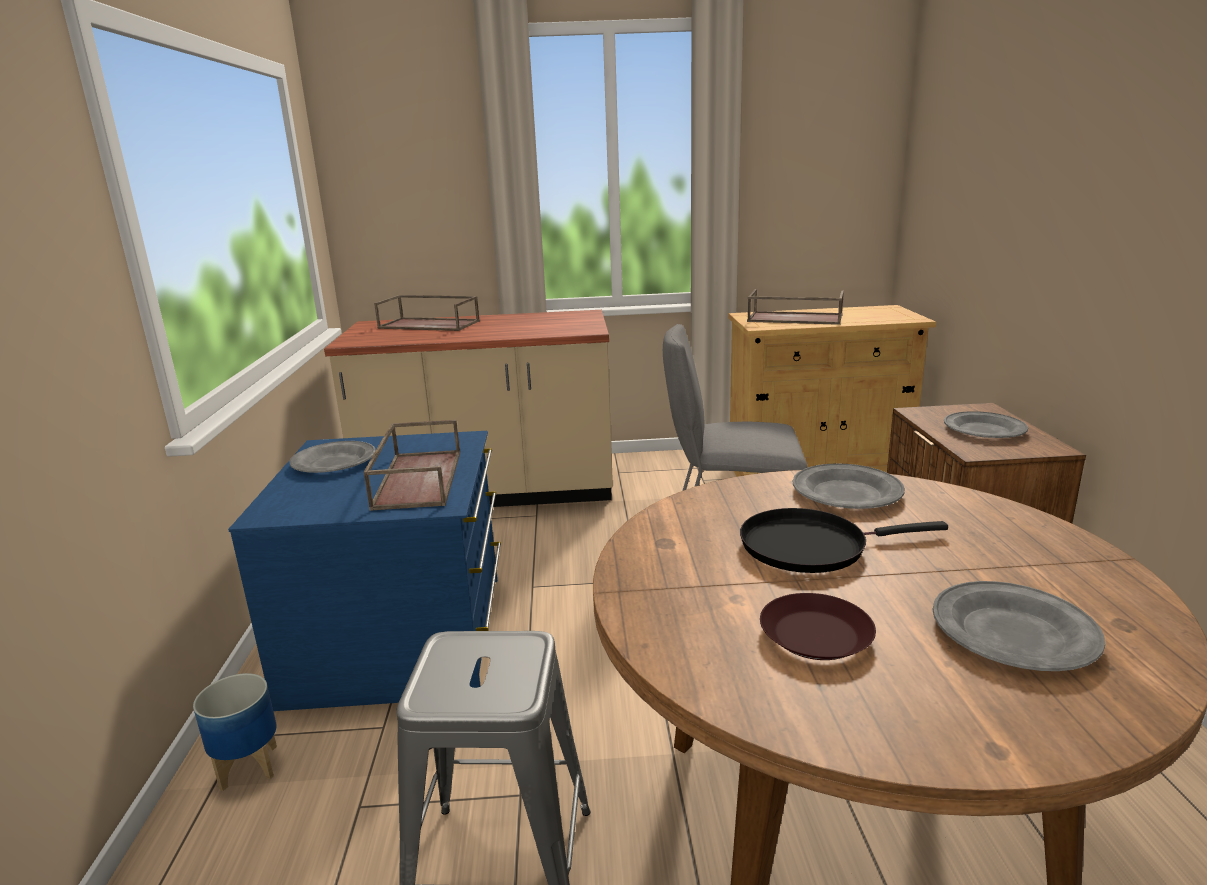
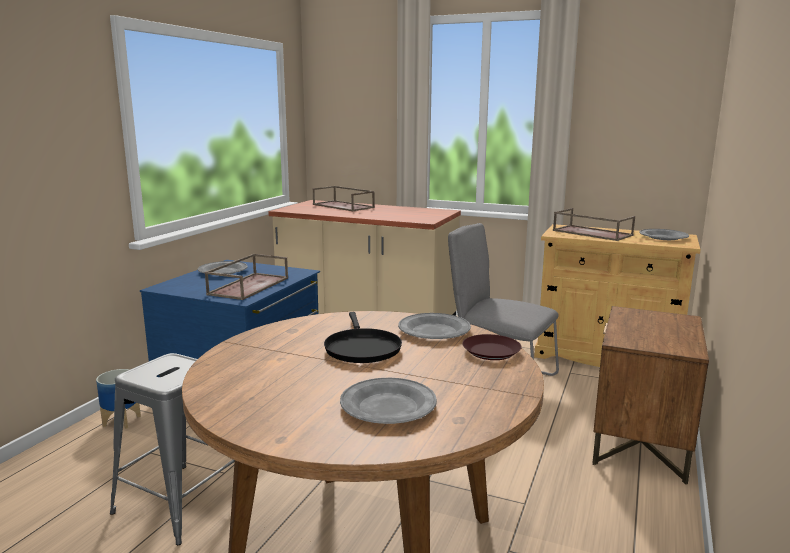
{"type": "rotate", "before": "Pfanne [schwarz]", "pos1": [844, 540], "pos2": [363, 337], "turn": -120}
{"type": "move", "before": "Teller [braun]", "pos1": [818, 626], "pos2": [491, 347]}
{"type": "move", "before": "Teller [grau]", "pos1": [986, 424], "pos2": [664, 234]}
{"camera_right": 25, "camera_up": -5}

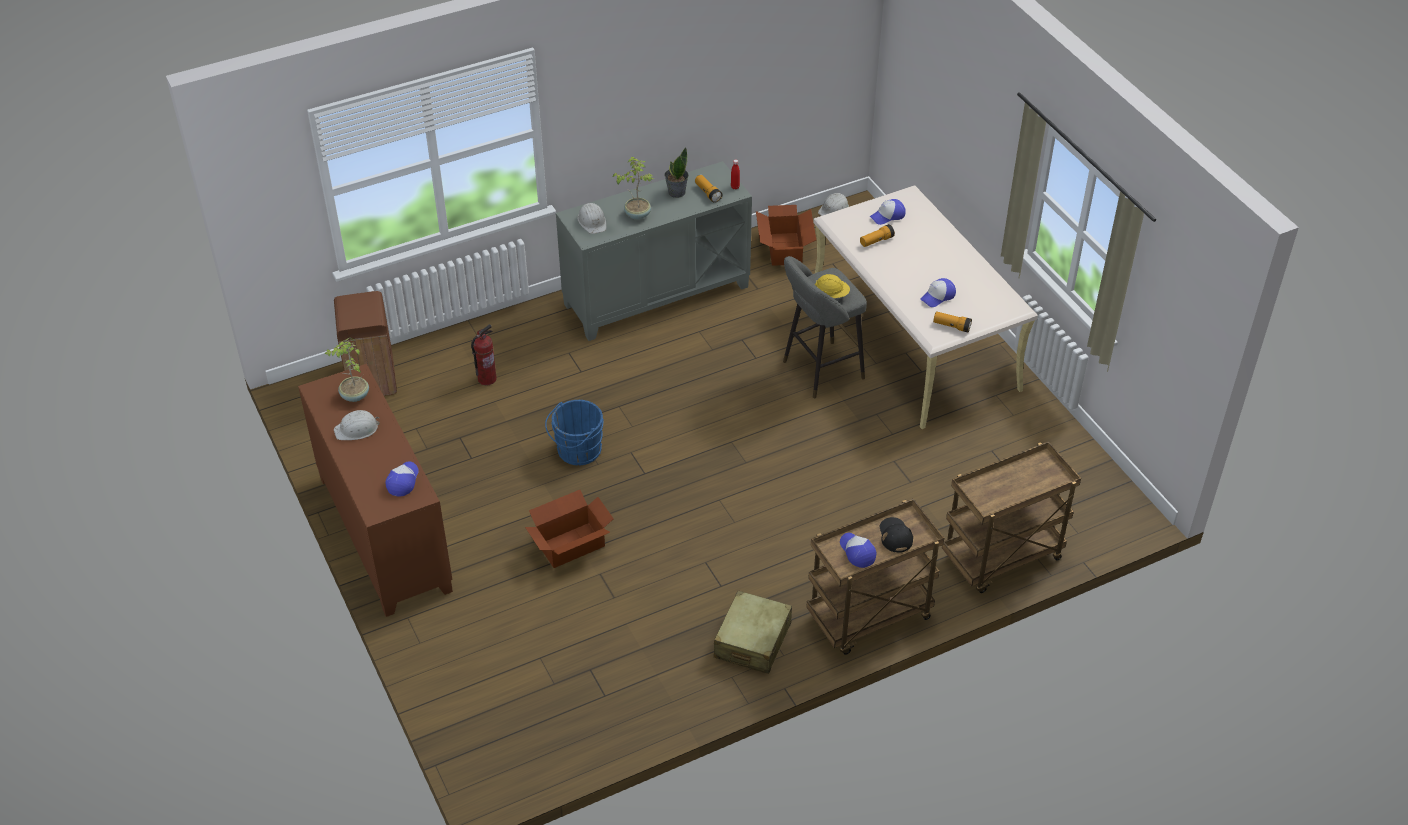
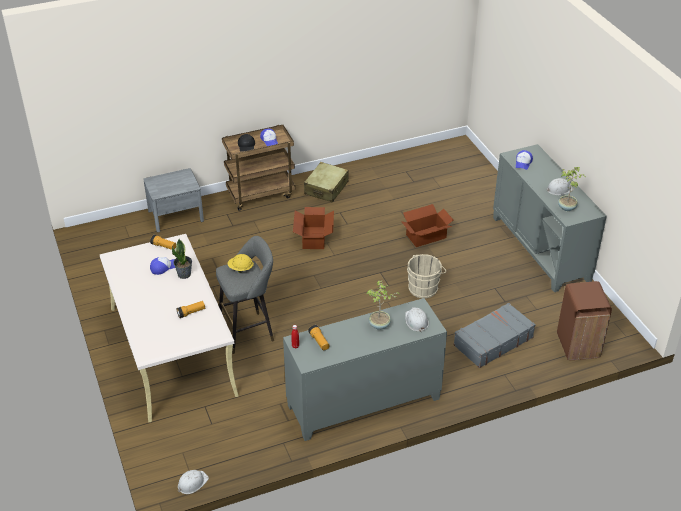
{"type": "recolor", "before": "Schrank [braun]", "after": "Schrank [grau]", "pos1": [375, 490], "pos2": [550, 218]}
{"type": "replace", "before": "Feuerlöscher", "after": "Koffer [grau]", "pos1": [484, 354], "pos2": [495, 335]}
{"type": "recolor", "before": "Eimer [blau]", "after": "Eimer [beige]", "pos1": [574, 432], "pos2": [426, 276]}
{"type": "move", "before": "Topfpflanze", "pos1": [676, 173], "pos2": [182, 259]}
{"type": "move", "before": "Karton", "pos1": [786, 235], "pos2": [313, 228]}
{"type": "delete", "before": "Kappe", "pos1": [888, 212]}
{"type": "replace", "before": "Rollwagen [braun]", "after": "Nachttisch [grau]", "pos1": [1011, 517], "pos2": [173, 200]}
{"camera_right": -175, "camera_up": -5}

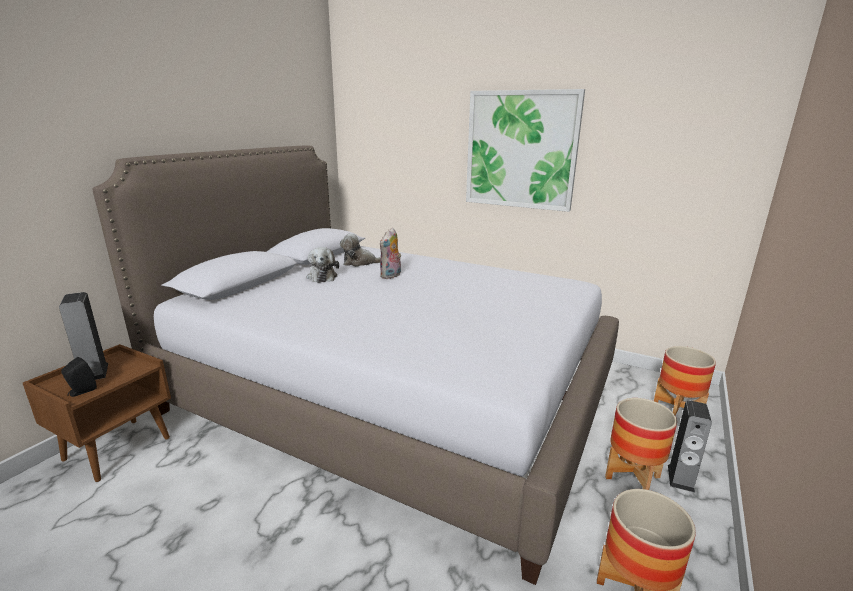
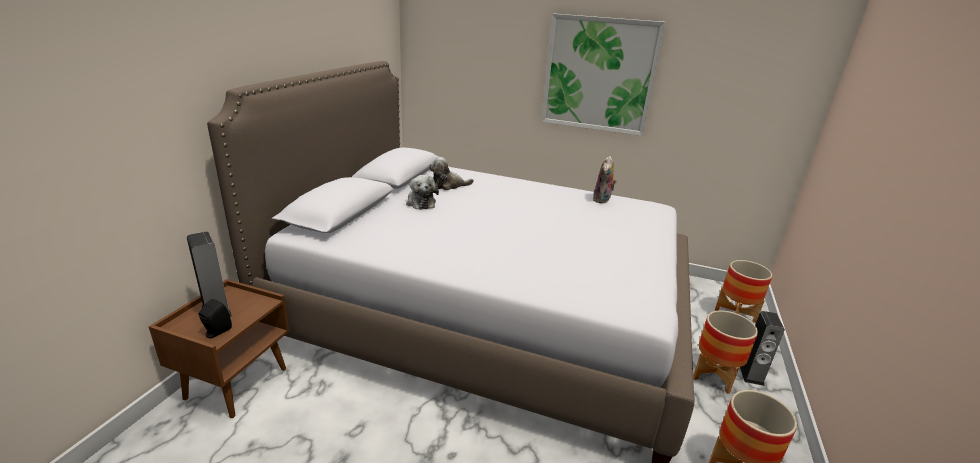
{"type": "move", "before": "Plüschtier", "pos1": [390, 253], "pos2": [605, 180]}
{"camera_right": -10, "camera_up": 5}

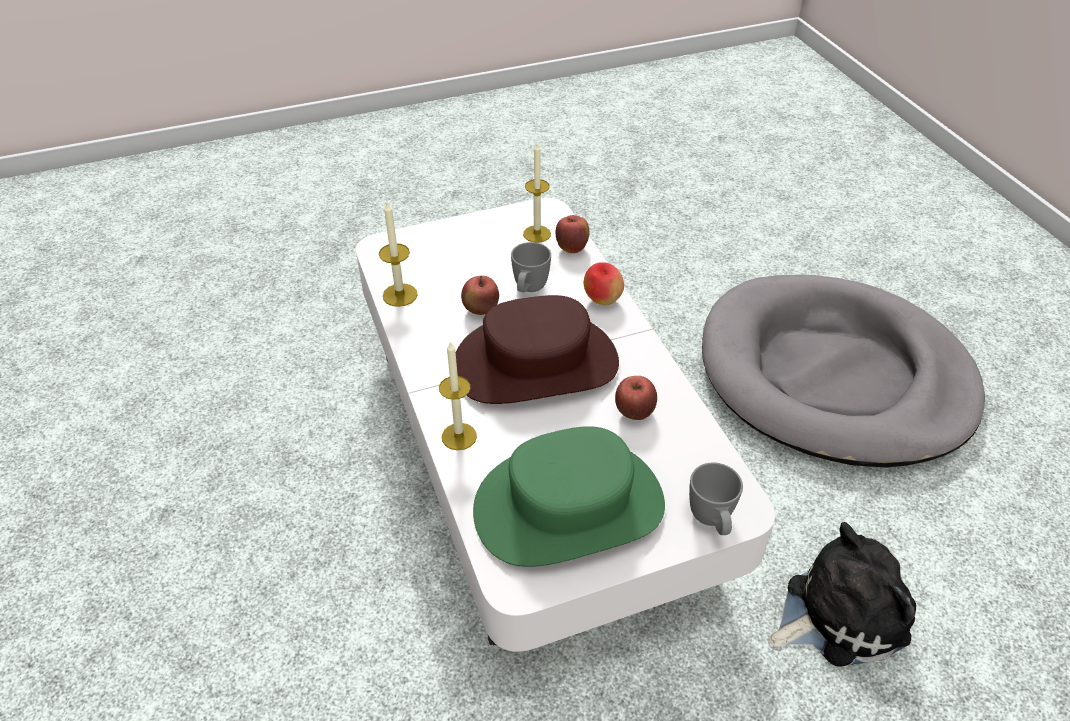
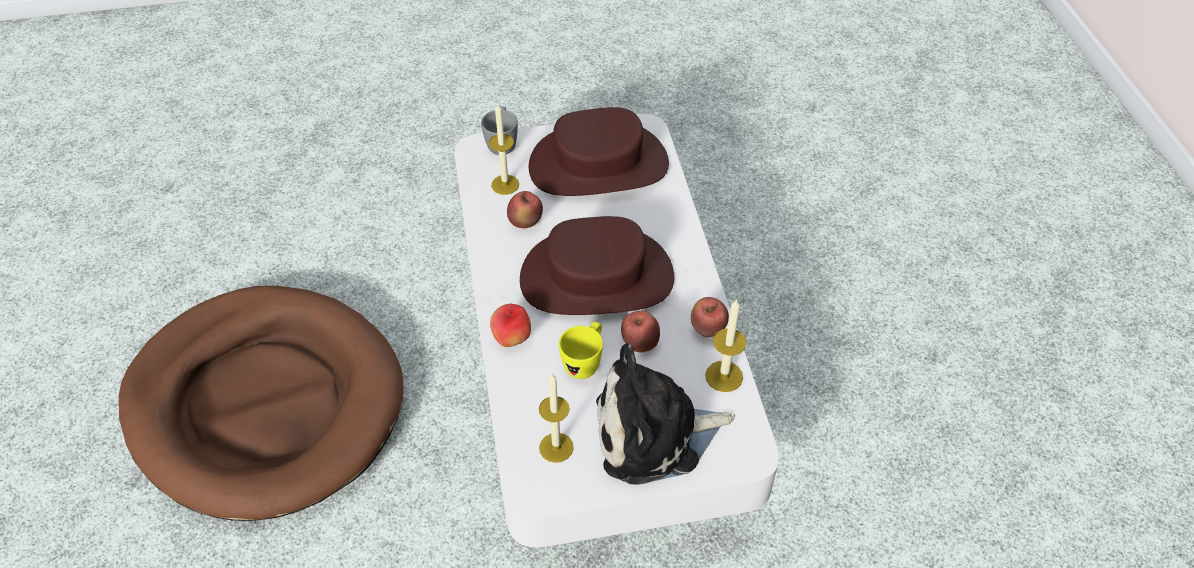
{"type": "move", "before": "Kerze", "pos1": [458, 395], "pos2": [504, 149]}
{"type": "recolor", "before": "Hut [grün]", "after": "Hut [braun]", "pos1": [569, 496], "pos2": [599, 151]}
{"type": "recolor", "before": "Henkelbecher [grau]", "after": "Henkelbecher [gelb]", "pos1": [531, 267], "pos2": [581, 350]}
{"type": "move", "before": "Apfel", "pos1": [572, 234], "pos2": [710, 317]}
{"type": "recolor", "before": "Hundebett [grau]", "after": "Hundebett [braun]", "pos1": [843, 371], "pos2": [261, 403]}
{"type": "move", "before": "Plüschtier", "pos1": [842, 594], "pos2": [665, 413]}
{"camera_right": -170, "camera_up": 5}

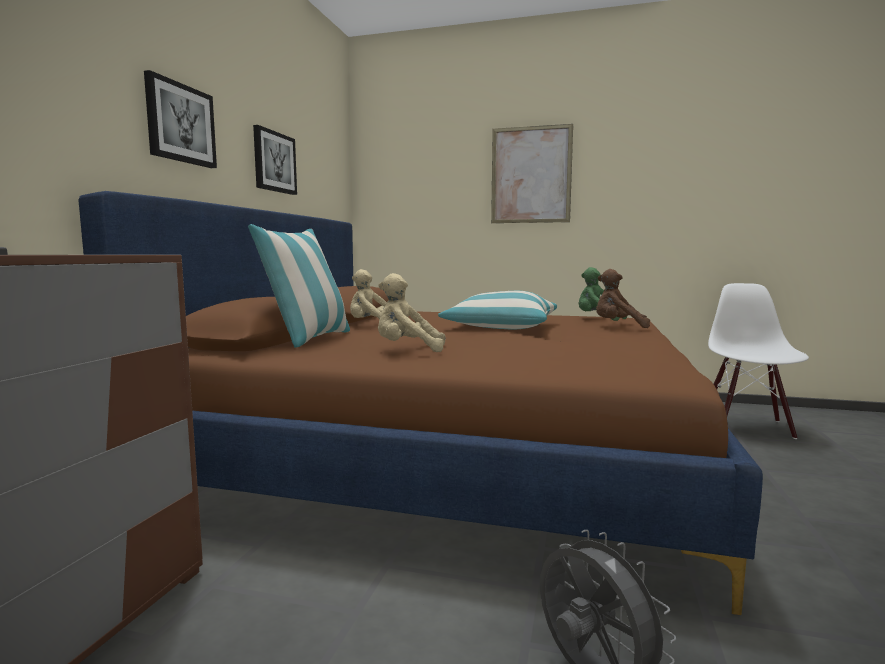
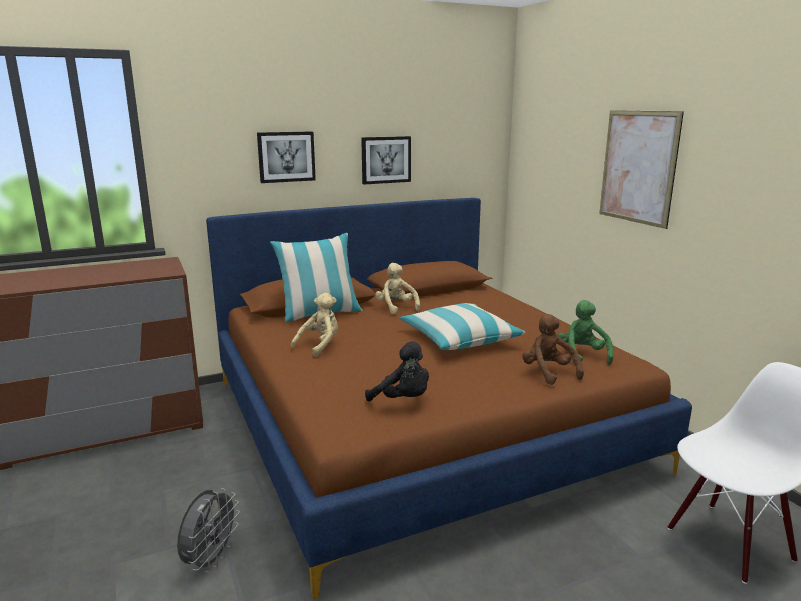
{"type": "rotate", "before": "Plüschtier [beige]", "pos1": [411, 312], "pos2": [314, 325], "turn": 75}
{"type": "insert", "after": "Plüschtier [schwarz]", "pos2": [397, 371]}
{"camera_right": 50, "camera_up": 10}

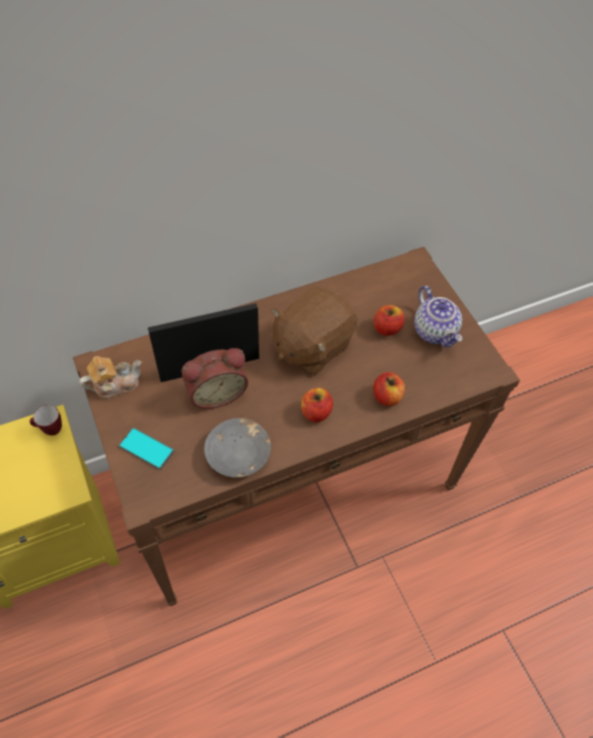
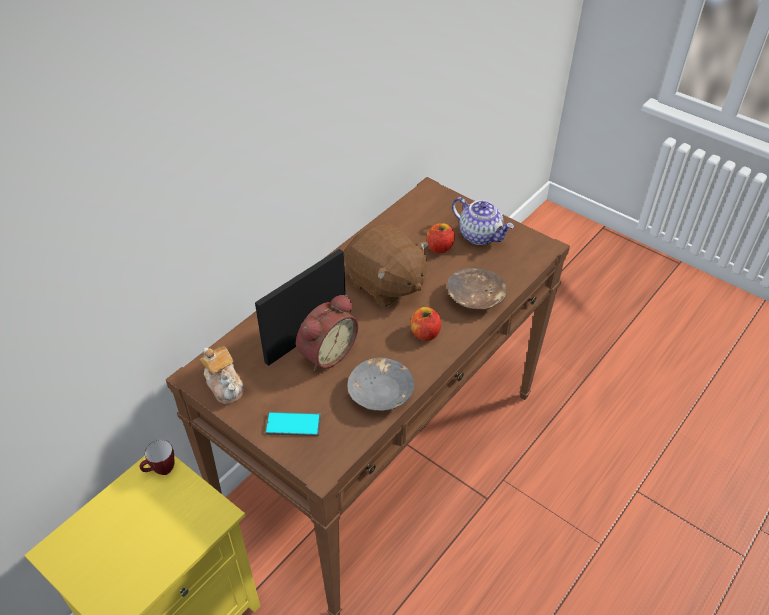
{"type": "rotate", "before": "Teekanne", "pos1": [110, 377], "pos2": [222, 375], "turn": 105}
{"type": "rotate", "before": "Plüschtier [braun]", "pos1": [314, 331], "pos2": [386, 266], "turn": -60}
{"type": "replace", "before": "Apfel", "after": "Schüssel [braun]", "pos1": [389, 389], "pos2": [477, 288]}
{"camera_right": -25, "camera_up": -10}

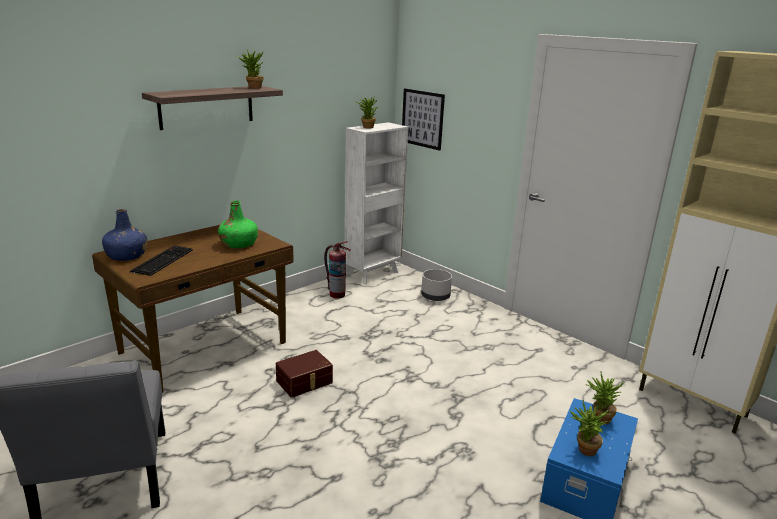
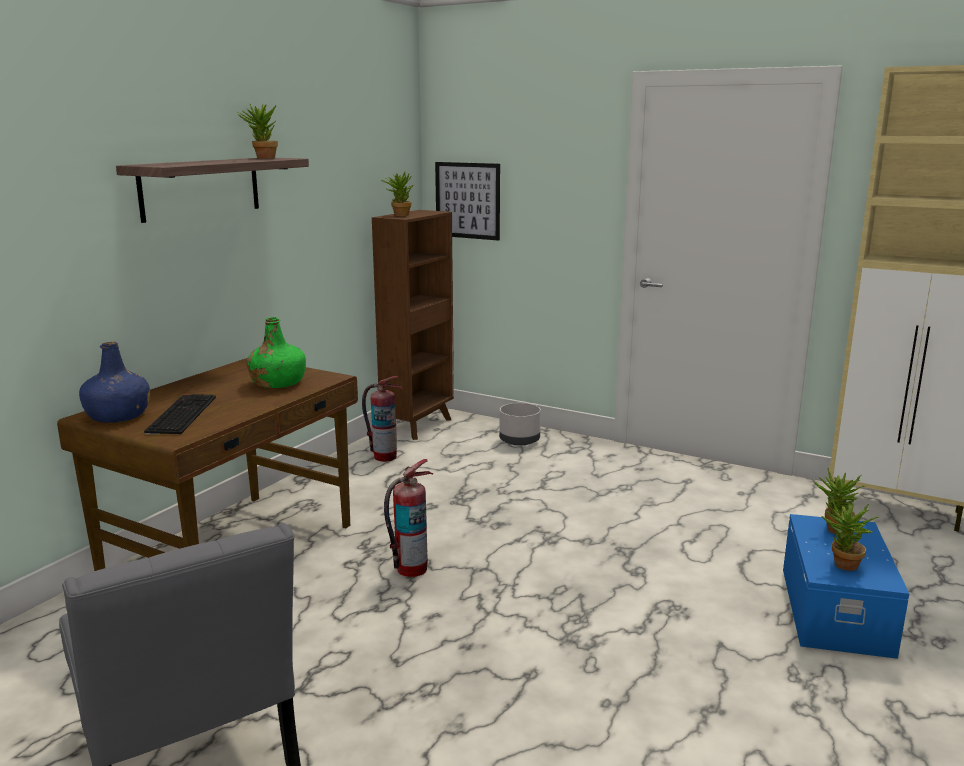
{"type": "replace", "before": "Aufbewahrungsbox [braun]", "after": "Feuerlöscher", "pos1": [304, 374], "pos2": [408, 518]}
{"type": "recolor", "before": "Bücherregal [weiß]", "after": "Bücherregal [braun]", "pos1": [377, 203], "pos2": [413, 325]}
{"camera_right": -15, "camera_up": -5}

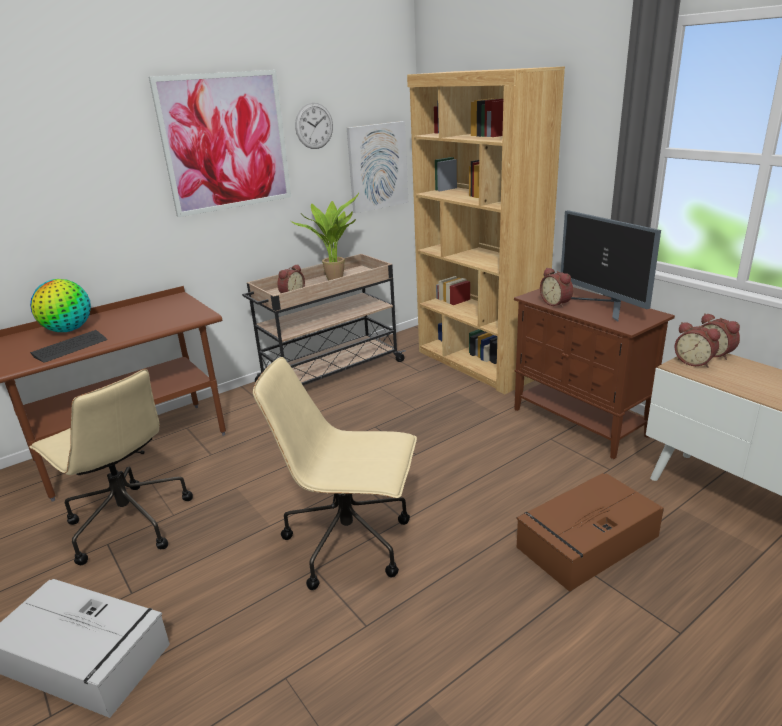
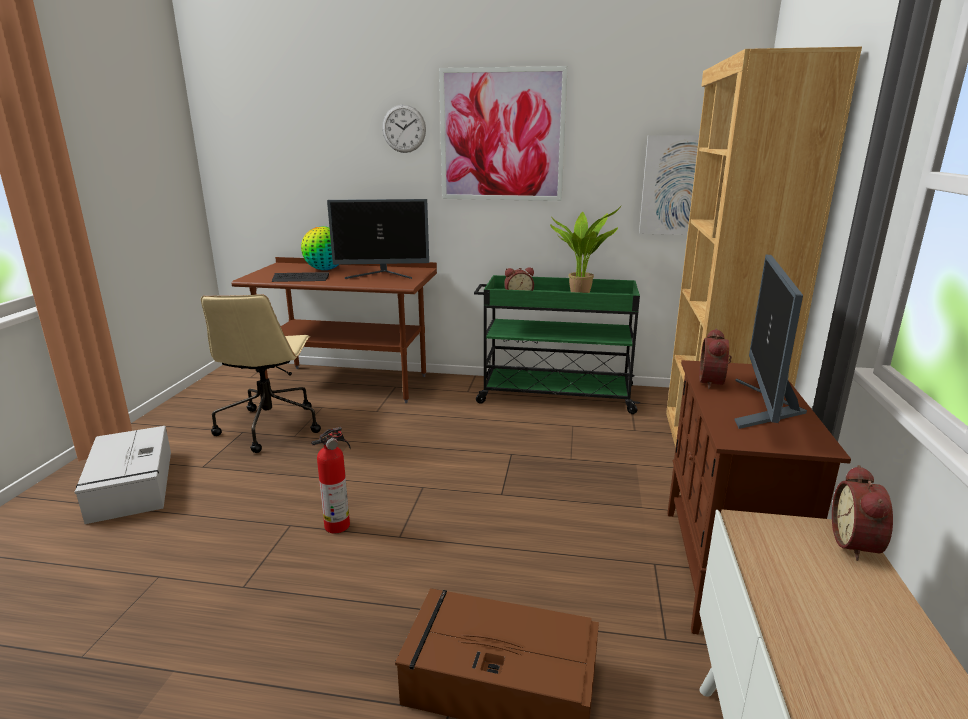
{"type": "recolor", "before": "Rollwagen [beige]", "after": "Rollwagen [grün]", "pos1": [324, 319], "pos2": [557, 344]}
{"type": "replace", "before": "Bürostuhl [beige]", "after": "Feuerlöscher", "pos1": [335, 473], "pos2": [331, 479]}
{"type": "move", "before": "Wanduhr", "pos1": [314, 126], "pos2": [404, 128]}
{"type": "delete", "before": "Wecker", "pos1": [697, 345]}
{"type": "insert", "after": "Monitor", "pos2": [378, 239]}
{"camera_right": 45, "camera_up": -5}

